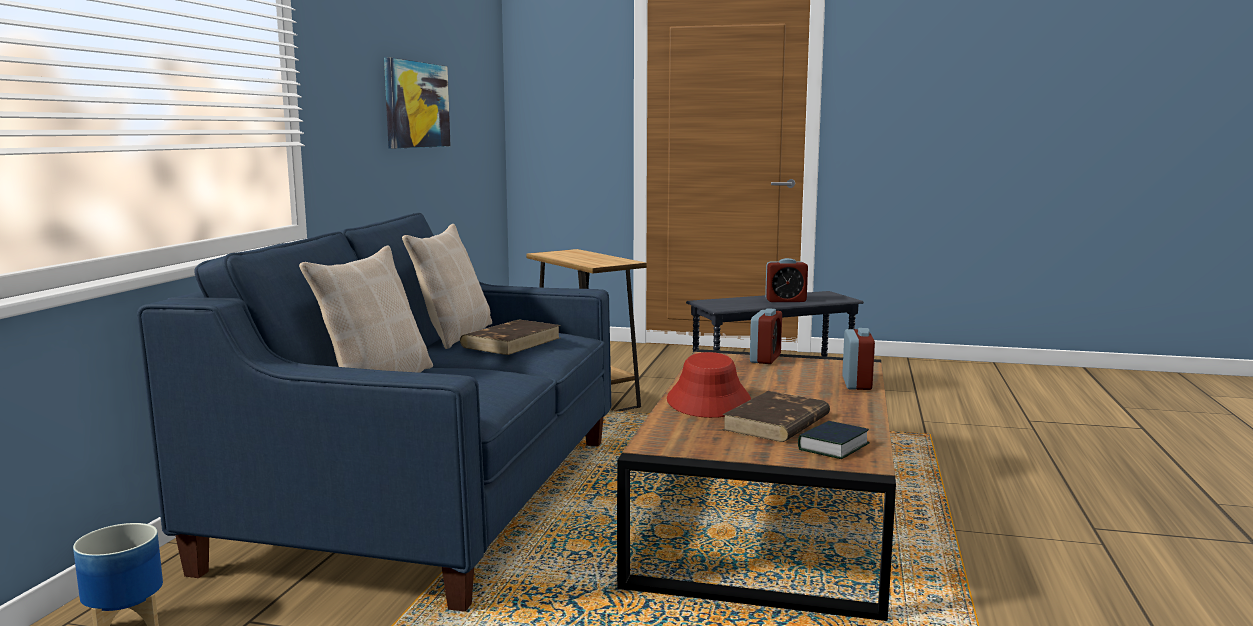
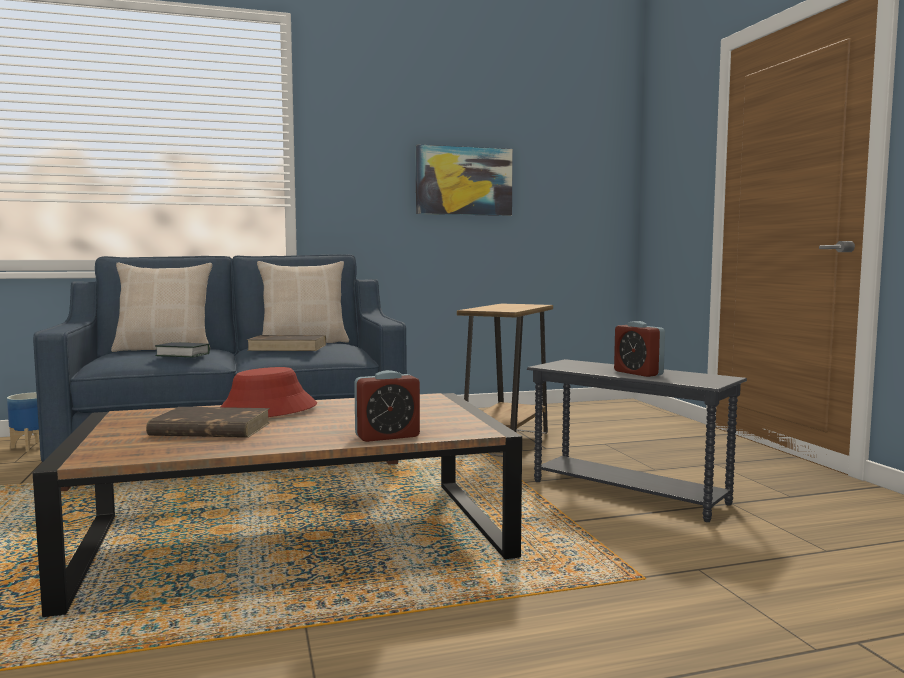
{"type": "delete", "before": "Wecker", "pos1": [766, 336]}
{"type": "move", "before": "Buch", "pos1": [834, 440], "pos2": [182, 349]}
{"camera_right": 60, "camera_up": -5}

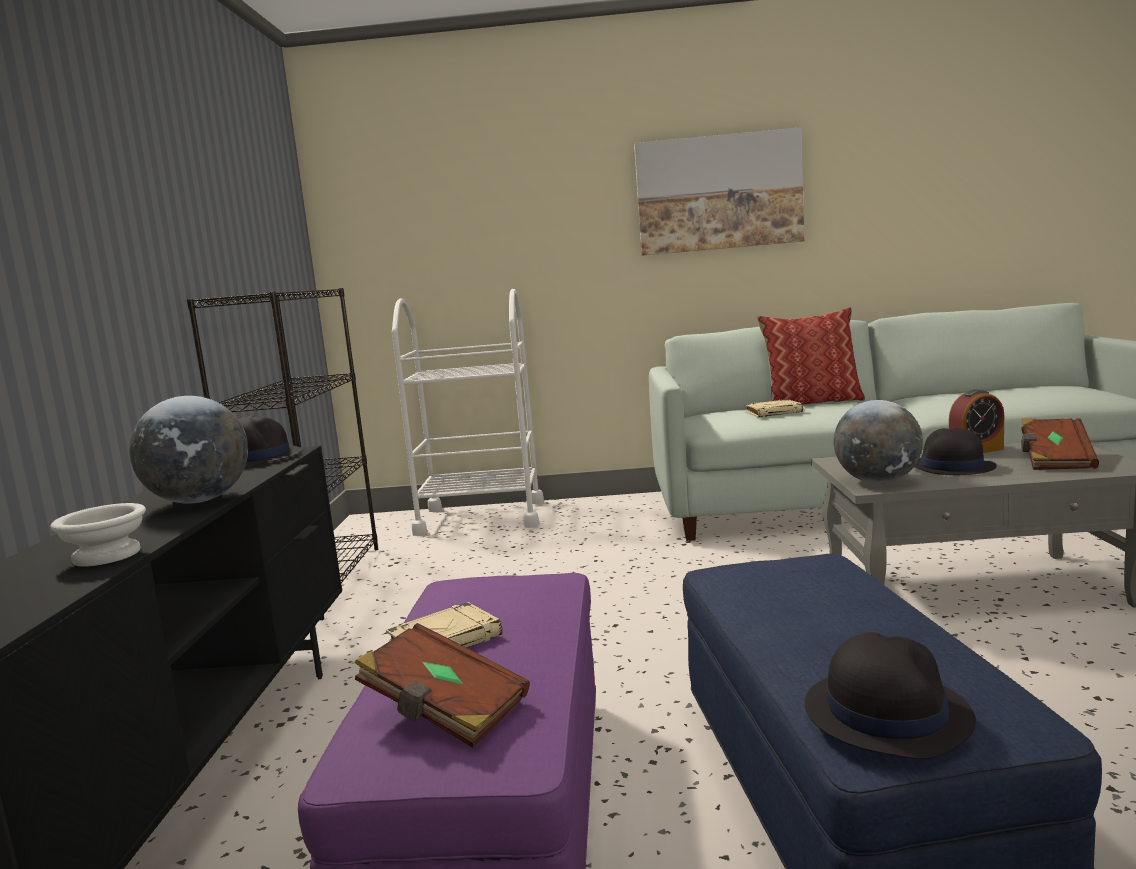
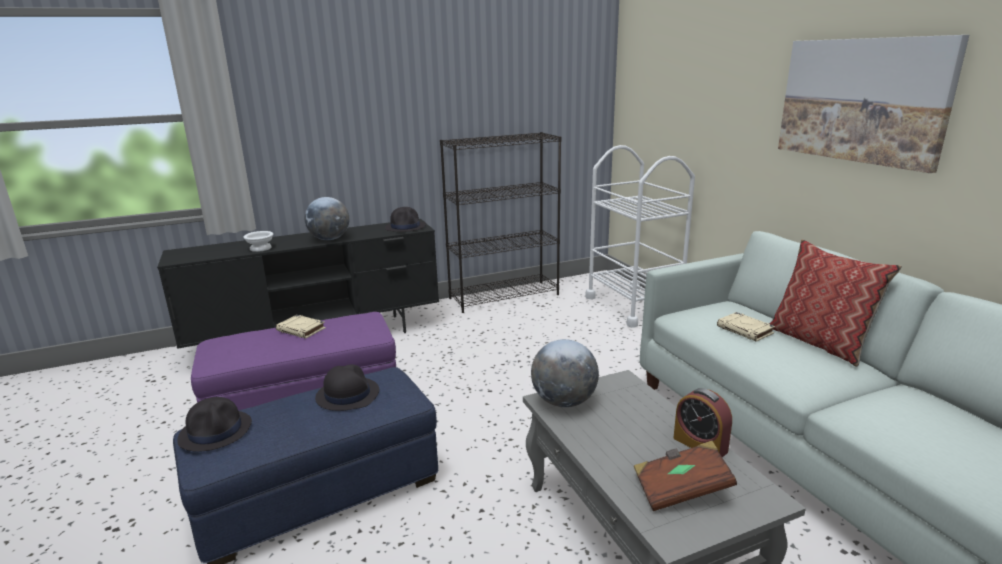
{"type": "delete", "before": "Buch [braun]", "pos1": [442, 685]}
{"type": "move", "before": "Hut [schwarz]", "pos1": [955, 451], "pos2": [347, 387]}
{"camera_right": 65, "camera_up": 10}

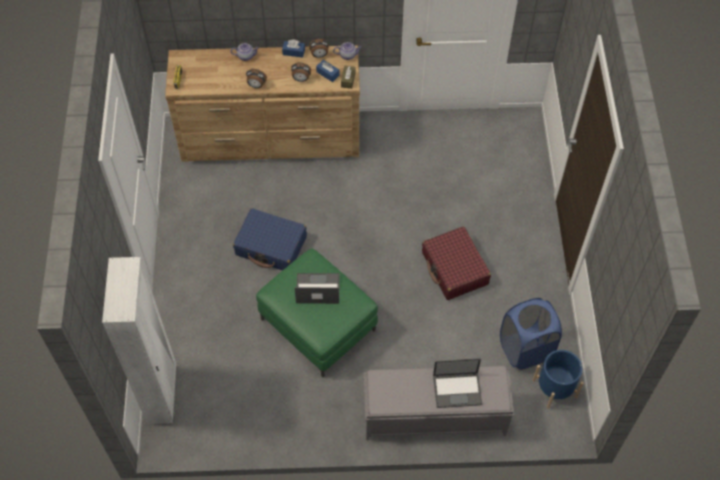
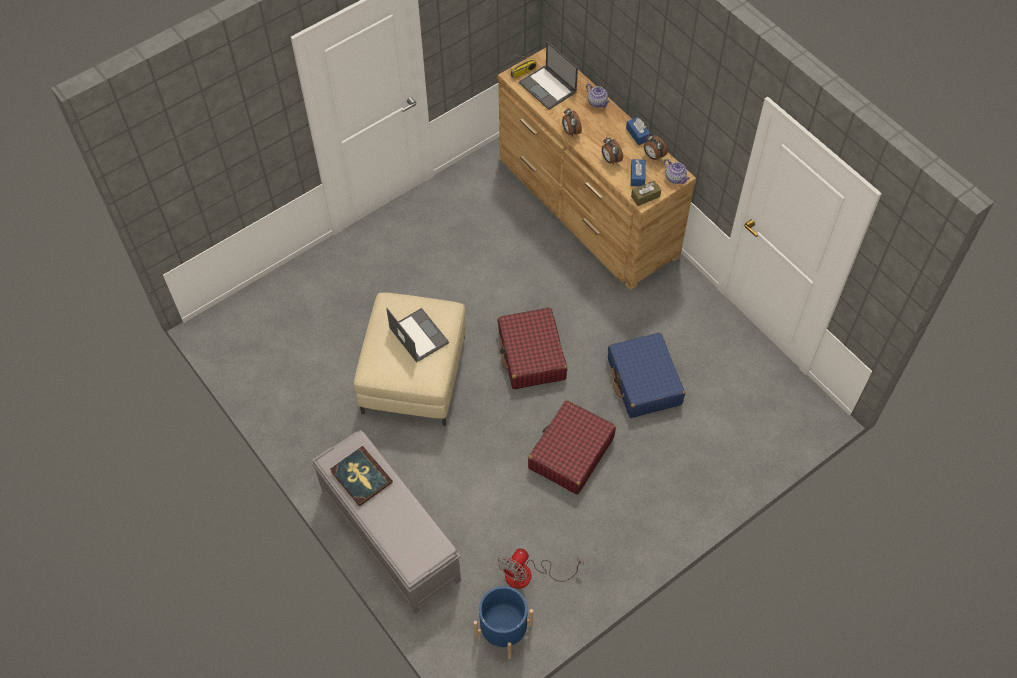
{"type": "delete", "before": "Kleiderschrank [weiß]", "pos1": [139, 340]}
{"type": "move", "before": "Koffer [blau]", "pos1": [270, 239], "pos2": [646, 375]}
{"type": "recolor", "before": "Polsterhocker [grün]", "after": "Polsterhocker [beige]", "pos1": [317, 312], "pos2": [409, 359]}
{"type": "move", "before": "Laptop", "pos1": [457, 383], "pos2": [548, 76]}
{"type": "replace", "before": "Wäschekorb [blau]", "after": "Ventilator", "pos1": [531, 334], "pos2": [541, 568]}
{"type": "insert", "after": "Buch", "pos2": [361, 476]}
{"type": "insert", "after": "Koffer [rot]", "pos2": [532, 348]}
{"camera_right": 55, "camera_up": 0}

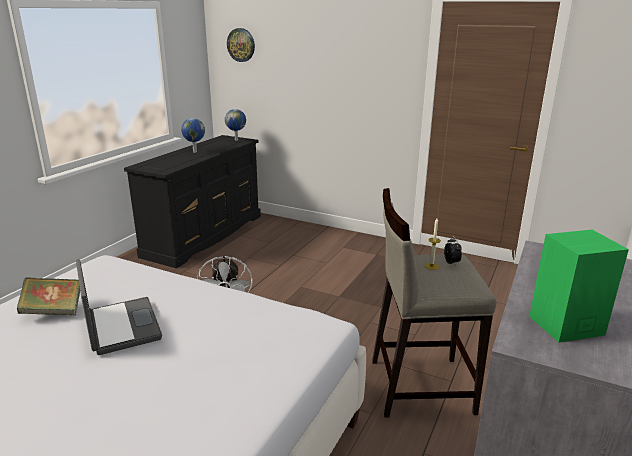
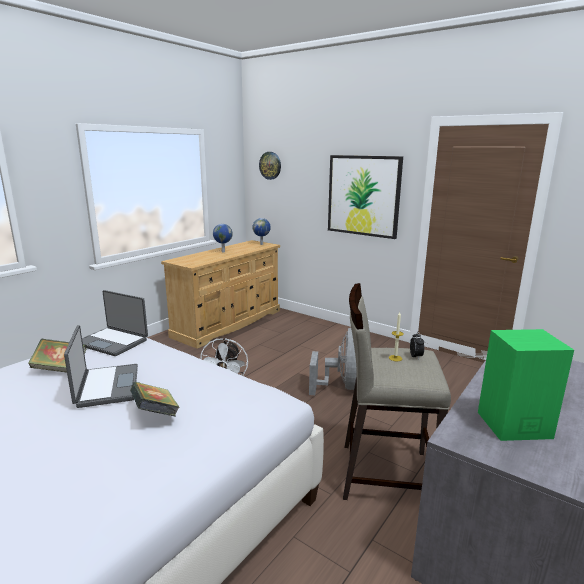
{"type": "recolor", "before": "Kommode [schwarz]", "after": "Kommode [beige]", "pos1": [192, 202], "pos2": [220, 294]}
{"type": "insert", "after": "Laptop", "pos2": [115, 323]}
{"type": "insert", "after": "Buch", "pos2": [155, 399]}
{"type": "insert", "after": "Ventilator [grau]", "pos2": [333, 361]}
{"type": "insert", "after": "Bild", "pos2": [365, 197]}
{"camera_right": 10, "camera_up": -5}

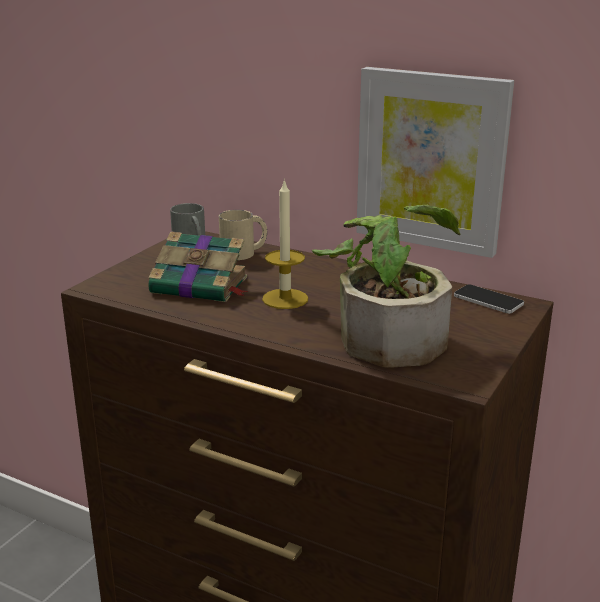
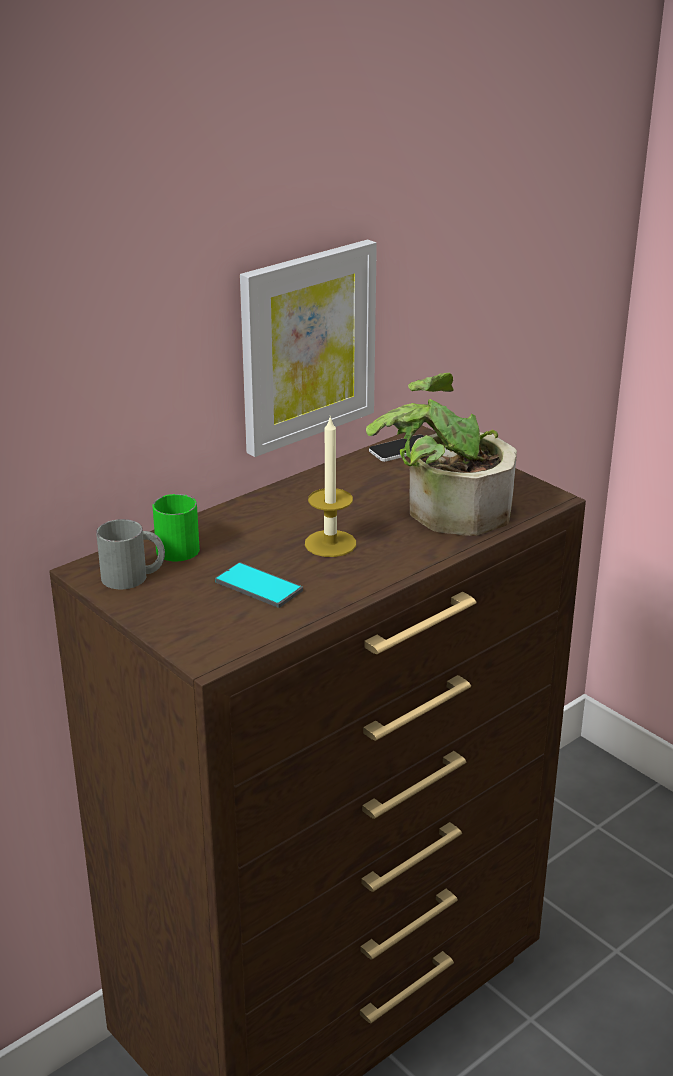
{"type": "replace", "before": "Buch", "after": "Handy", "pos1": [198, 266], "pos2": [259, 585]}
{"type": "recolor", "before": "Henkelbecher [beige]", "after": "Henkelbecher [grün]", "pos1": [243, 235], "pos2": [176, 527]}
{"camera_right": -70, "camera_up": 5}

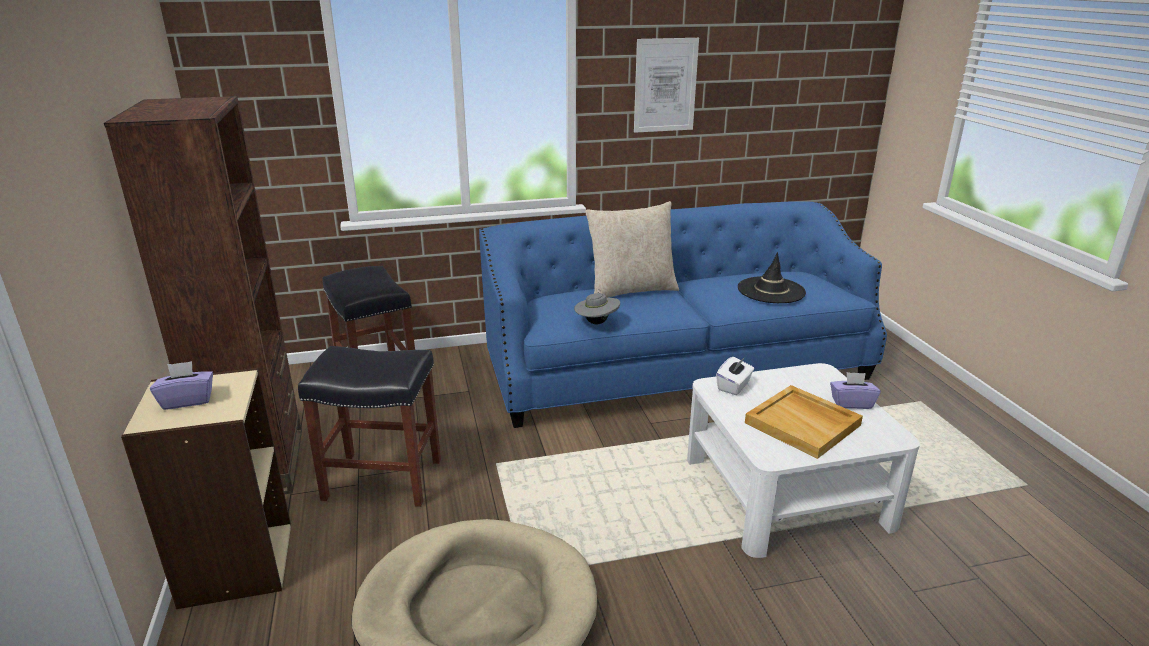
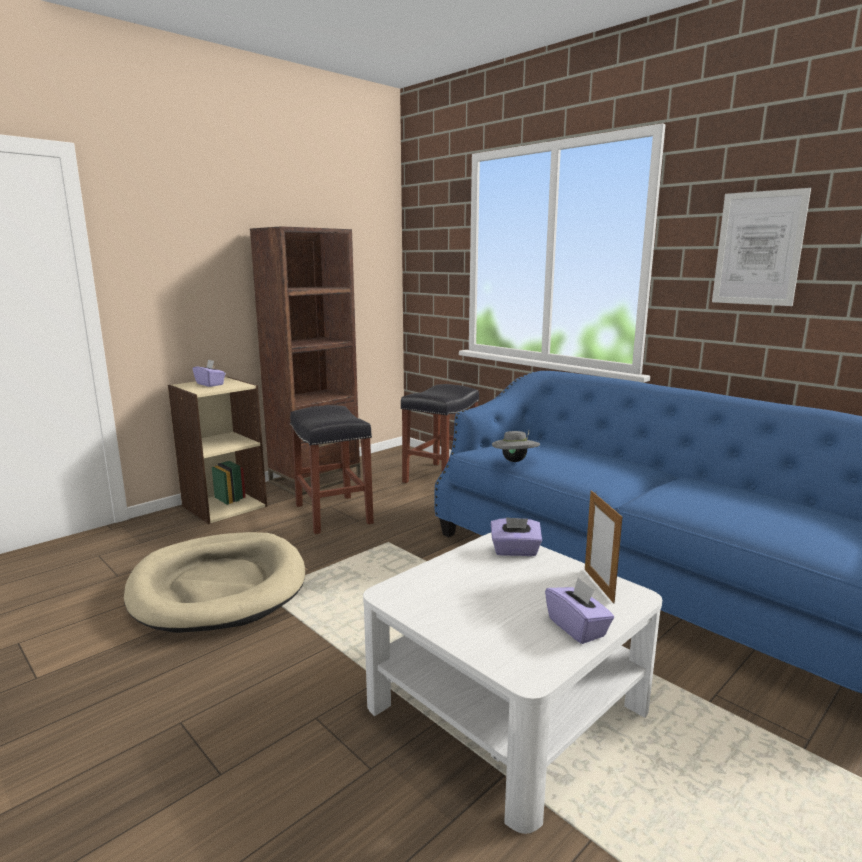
{"type": "delete", "before": "Kissen [beige]", "pos1": [632, 249]}
{"type": "recolor", "before": "Taschentuchbox [weiß]", "after": "Taschentuchbox [lila]", "pos1": [735, 376], "pos2": [516, 536]}
{"type": "delete", "before": "Hut [schwarz]", "pos1": [772, 277]}
{"type": "delete", "before": "Tablett [beige]", "pos1": [804, 422]}
{"type": "insert", "after": "Bilderrahmen", "pos2": [603, 546]}
{"camera_right": 60, "camera_up": -10}

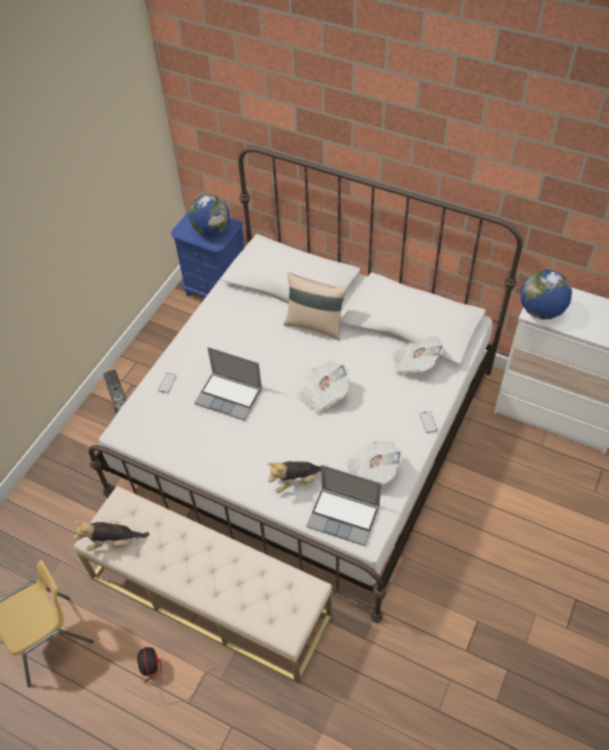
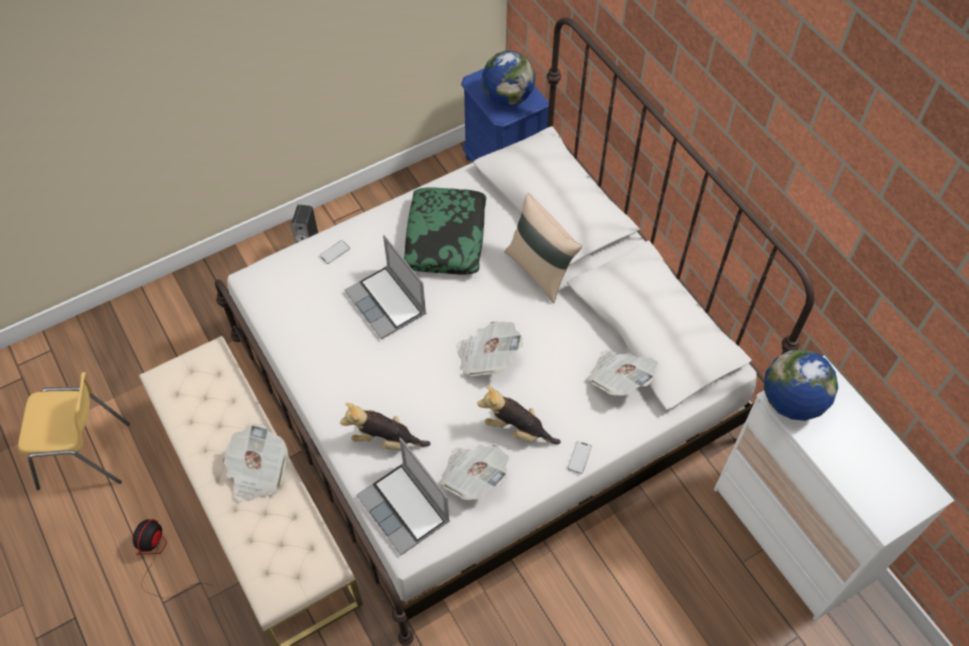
{"type": "move", "before": "Plüschtier", "pos1": [112, 536], "pos2": [519, 415]}
{"type": "insert", "after": "Zeitung", "pos2": [255, 463]}
{"type": "insert", "after": "Kissen", "pos2": [445, 231]}
{"camera_right": 30, "camera_up": 5}

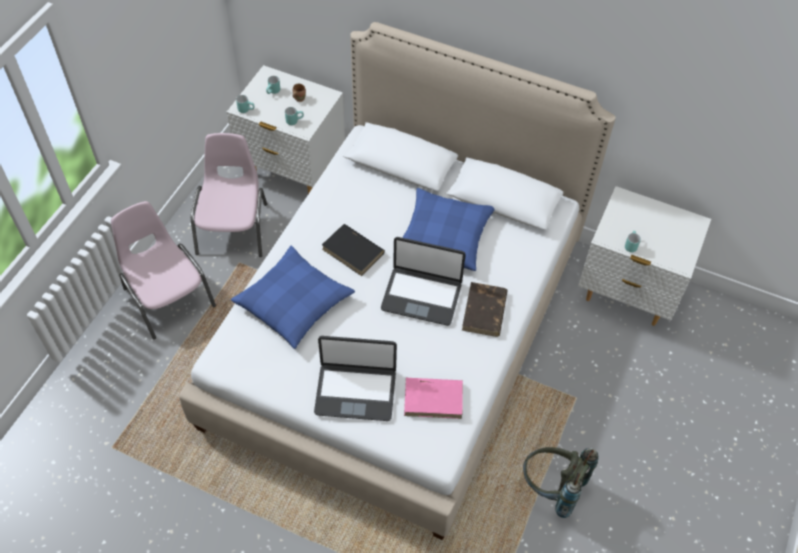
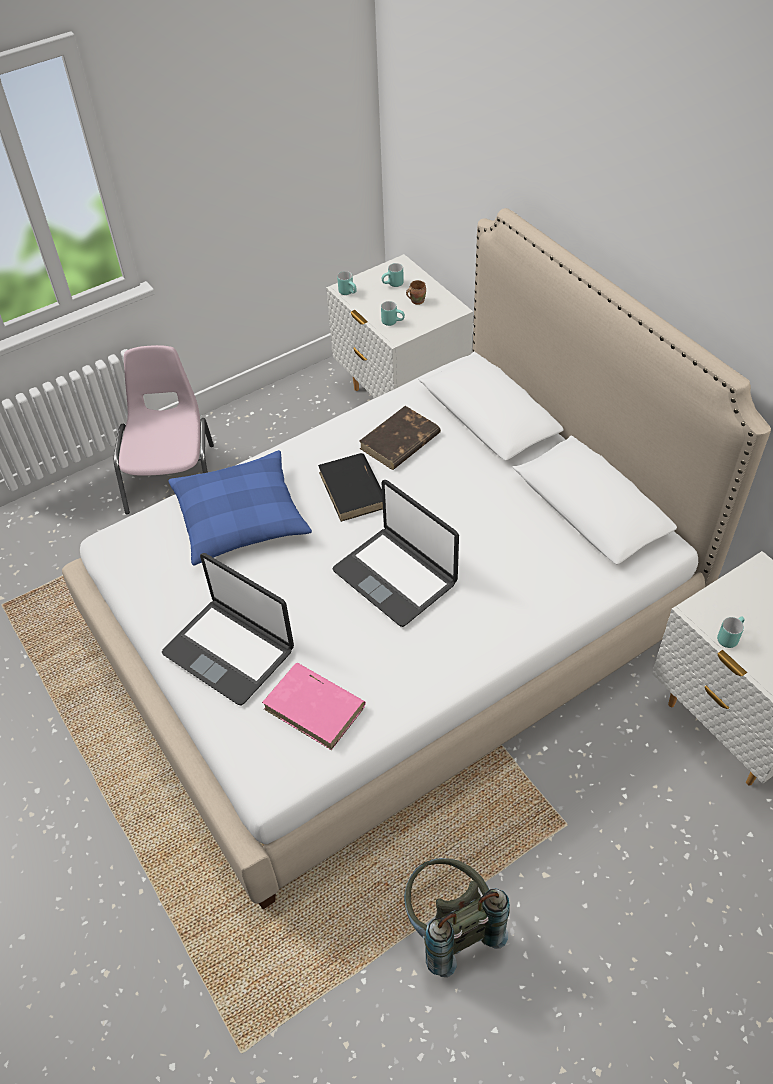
{"type": "delete", "before": "Stuhl [rosa]", "pos1": [229, 195]}
{"type": "delete", "before": "Kissen [blau]", "pos1": [448, 229]}
{"type": "move", "before": "Buch [braun]", "pos1": [485, 309], "pos2": [400, 438]}
{"camera_right": 35, "camera_up": -5}

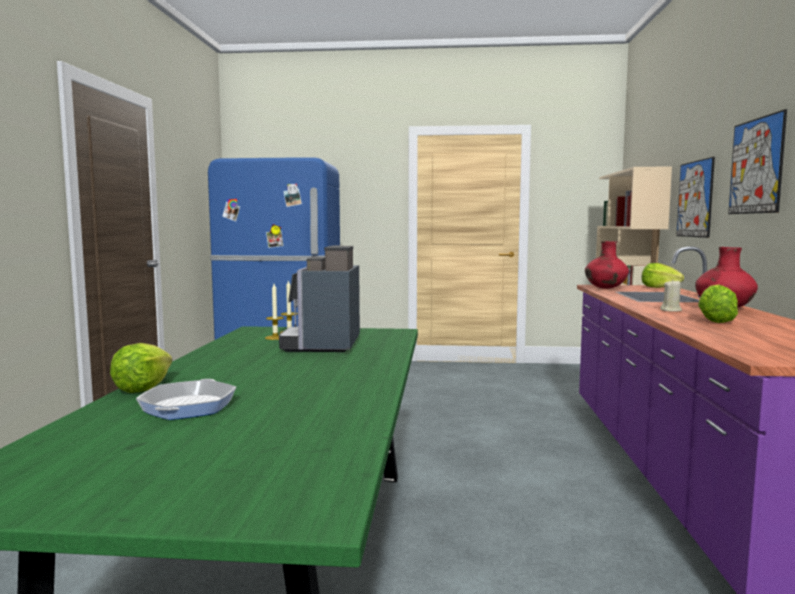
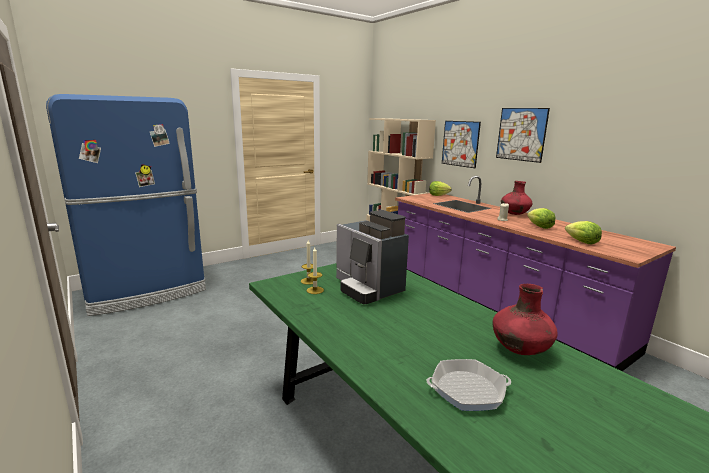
{"type": "move", "before": "Salatkopf", "pos1": [141, 368], "pos2": [583, 233]}
{"type": "rotate", "before": "Pfanne", "pos1": [186, 399], "pos2": [469, 385], "turn": -60}
{"type": "move", "before": "Vase [rot]", "pos1": [607, 265], "pos2": [525, 319]}
{"camera_right": -40, "camera_up": 10}

